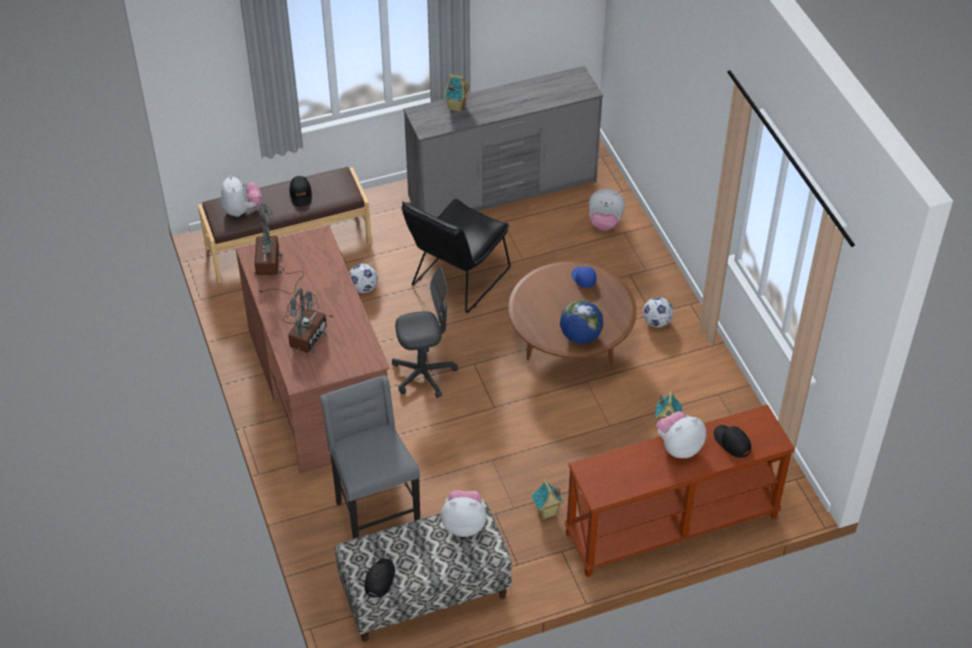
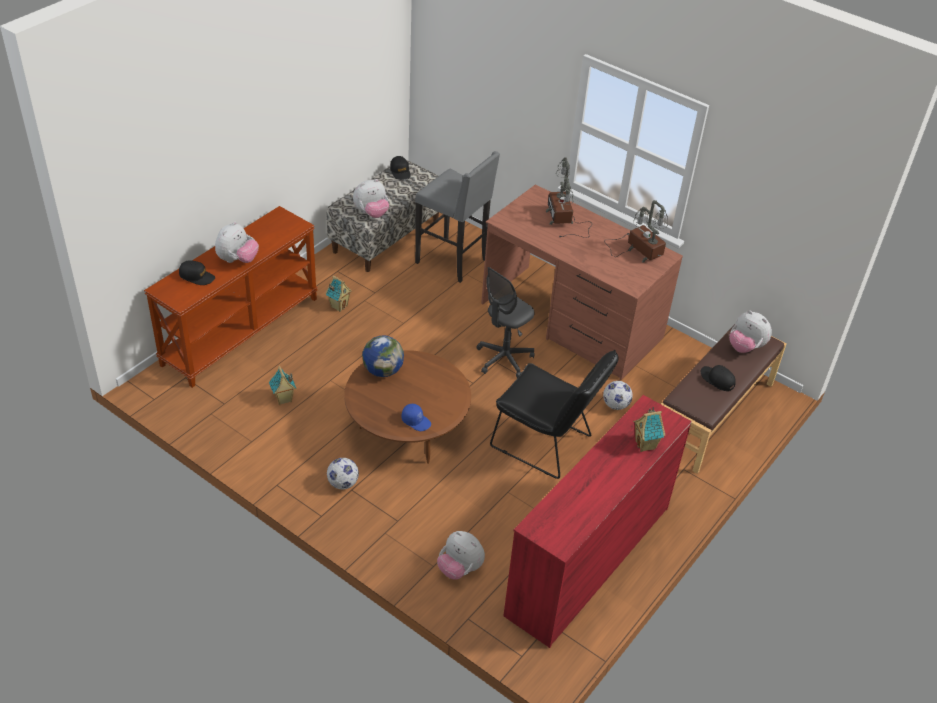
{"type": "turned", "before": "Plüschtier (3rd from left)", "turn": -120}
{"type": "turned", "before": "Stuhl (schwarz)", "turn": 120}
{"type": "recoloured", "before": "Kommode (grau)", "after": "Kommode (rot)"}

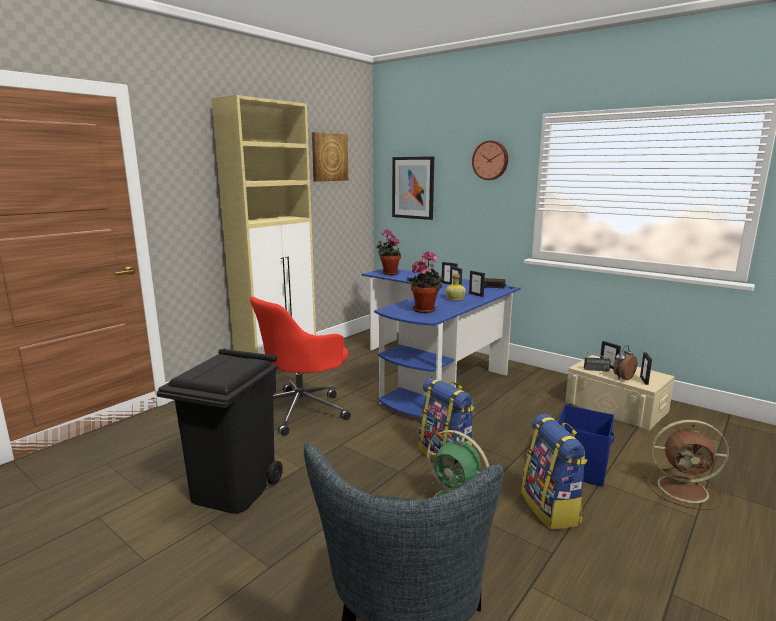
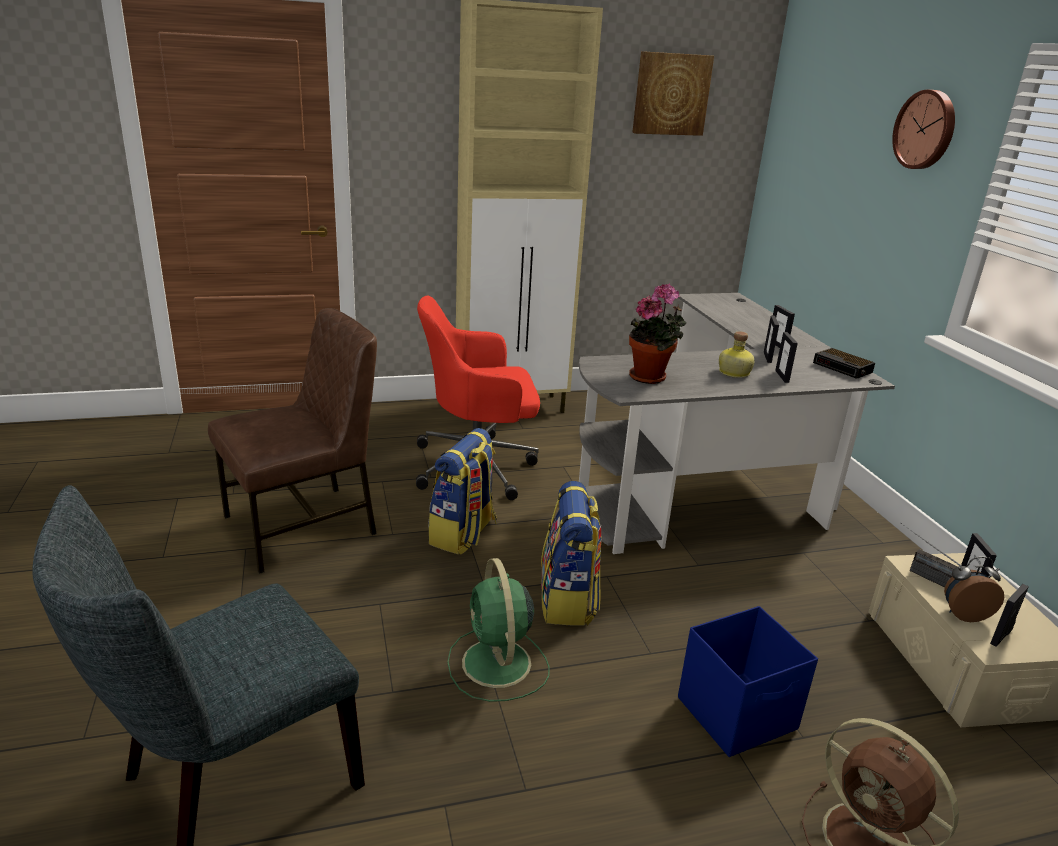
{"type": "replaced", "before": "Mülleimer (schwarz)", "after": "Stuhl (braun)"}
{"type": "moved", "before": "Rucksack (2nd from left in the first image)", "after": "Rucksack (1st from left)"}
{"type": "recoloured", "before": "Schreibtisch (blau)", "after": "Schreibtisch (grau)"}
{"type": "removed", "before": "Topfpflanze (1st from left)"}
{"type": "removed", "before": "Bild (2nd from left)"}

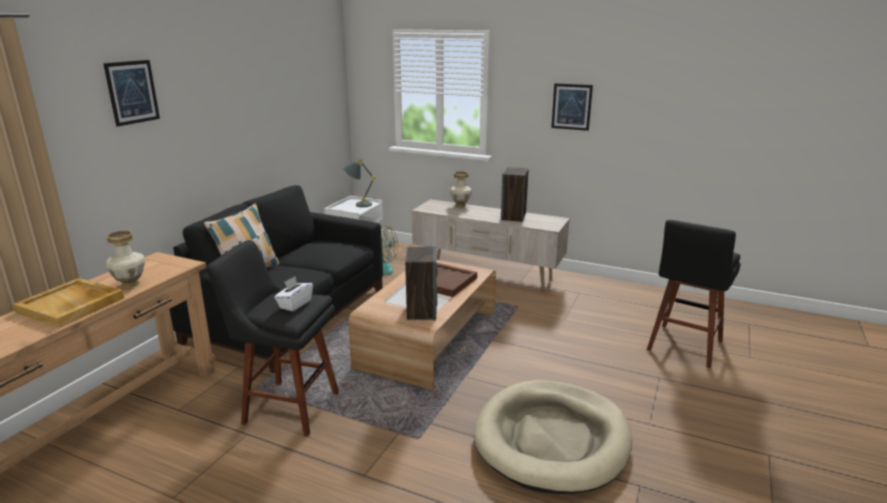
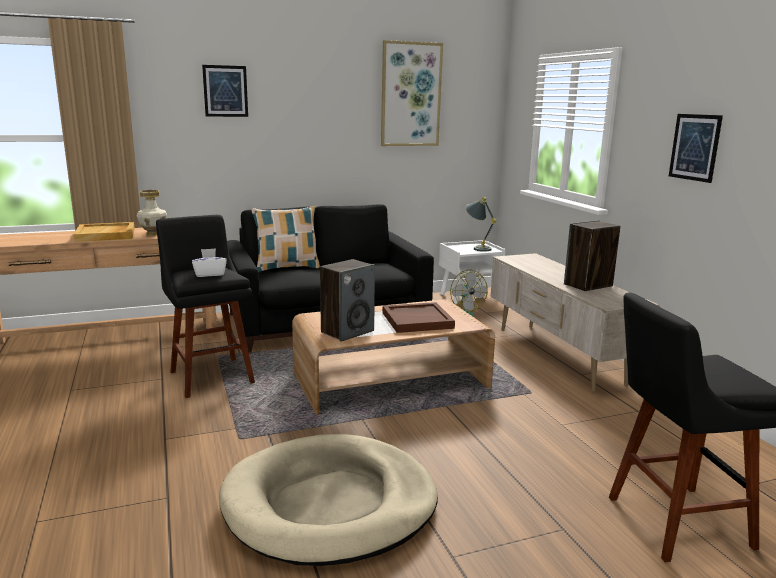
{"type": "added", "after": "Bild (2nd from left)"}
{"type": "removed", "before": "Vase (2nd from left)"}

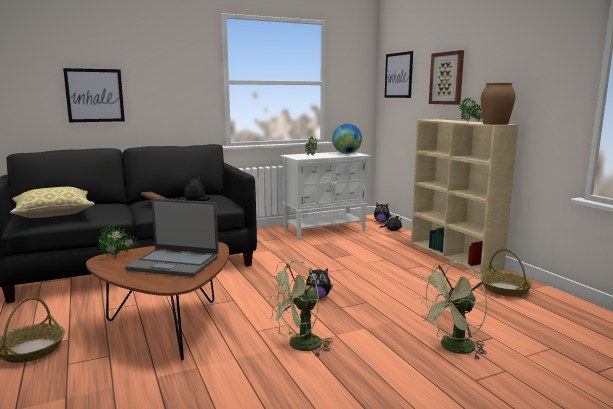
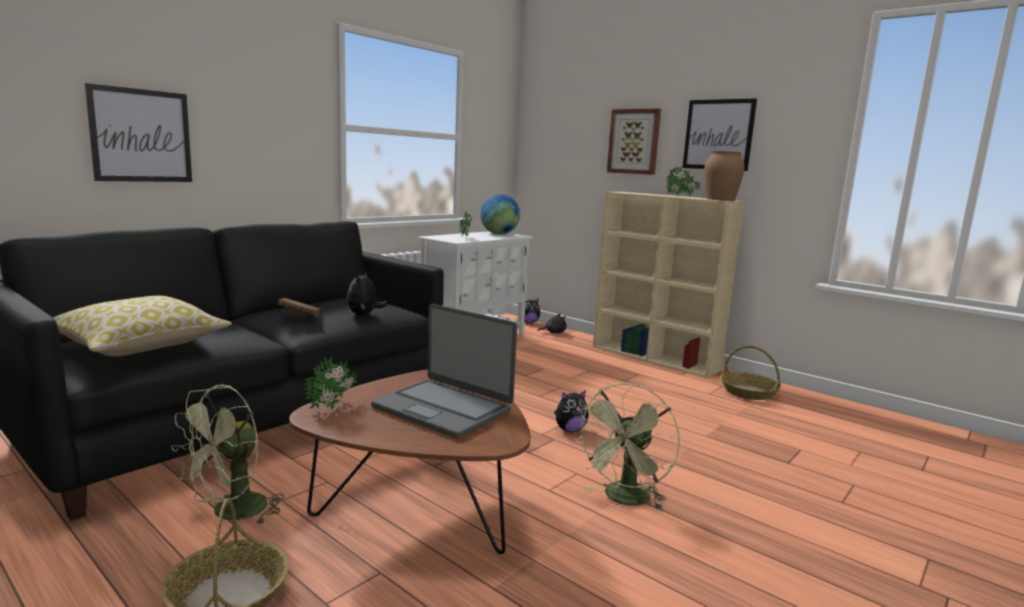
{"type": "moved", "before": "Ventilator (grün) (2nd from left in the first image)", "after": "Ventilator (grün) (1st from left)"}
{"type": "turned", "before": "Laptop", "turn": 45}
{"type": "moved", "before": "Bild (2nd from left in the first image)", "after": "Bild (3rd from left)"}

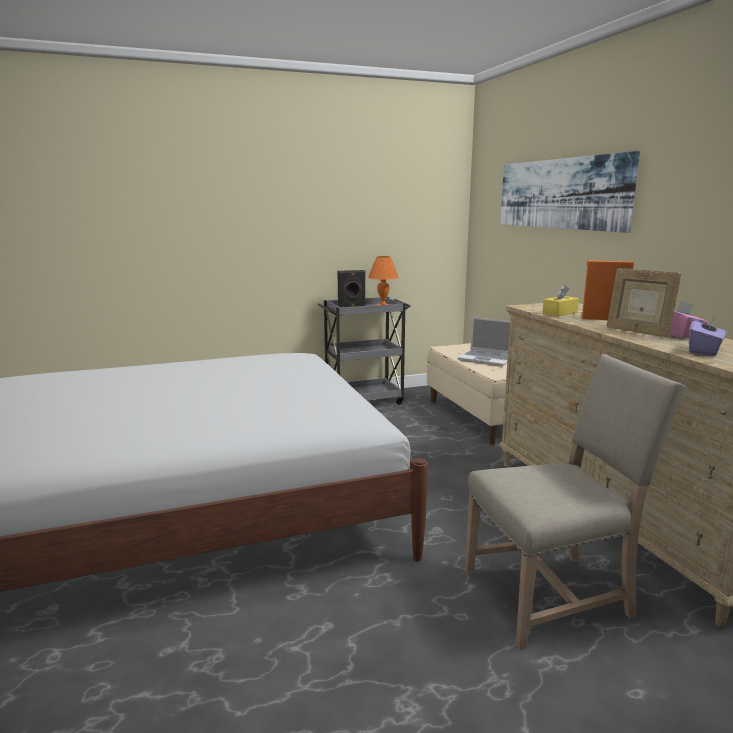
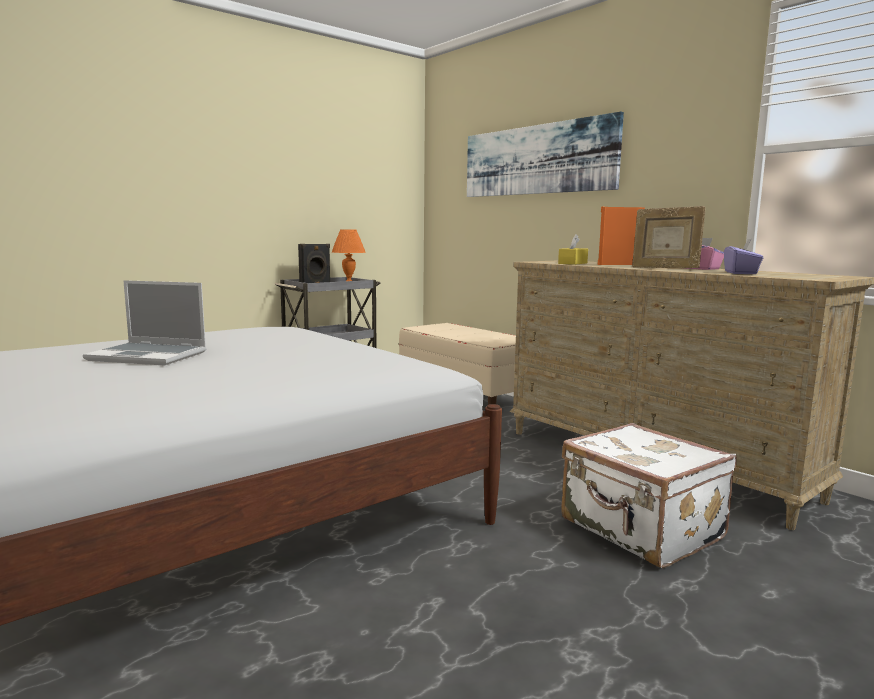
{"type": "moved", "before": "Laptop"}
{"type": "replaced", "before": "Stuhl (beige)", "after": "Koffer (weiß)"}

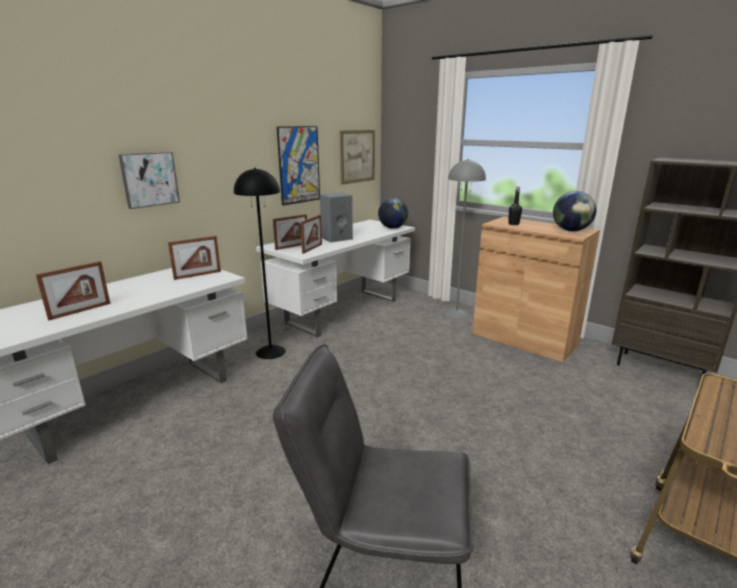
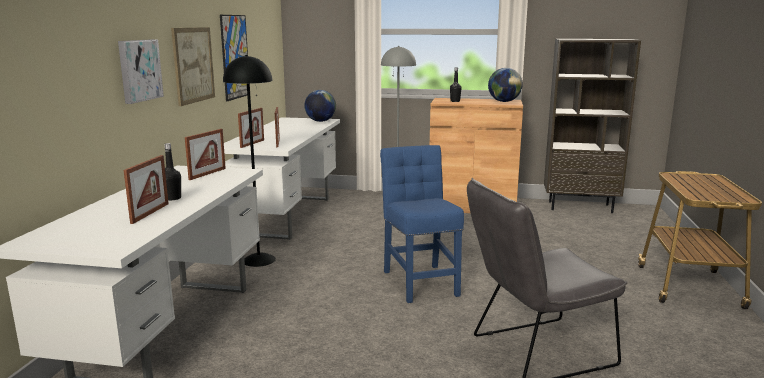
{"type": "added", "after": "Flasche (schwarz) (1st from left)"}
{"type": "moved", "before": "Bild (3rd from left in the first image)", "after": "Bild (2nd from left)"}
{"type": "added", "after": "Stuhl (blau)"}
{"type": "removed", "before": "Lautsprecher (grau)"}

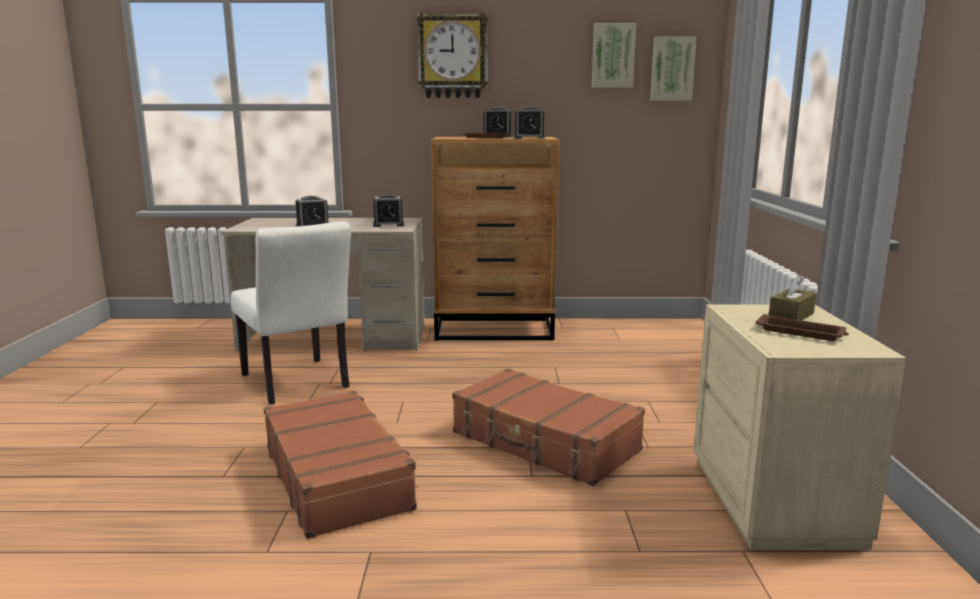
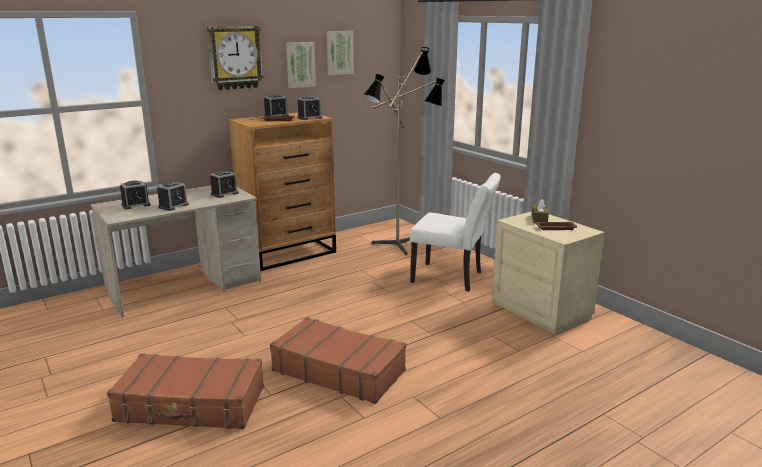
{"type": "moved", "before": "Koffer (braun) (2nd from left in the first image)", "after": "Koffer (braun) (1st from left)"}
{"type": "added", "after": "Wecker (1st from left)"}
{"type": "moved", "before": "Bild (2nd from left in the first image)", "after": "Bild (1st from left)"}
{"type": "added", "after": "Stehlampe"}
{"type": "moved", "before": "Stuhl (weiß)"}

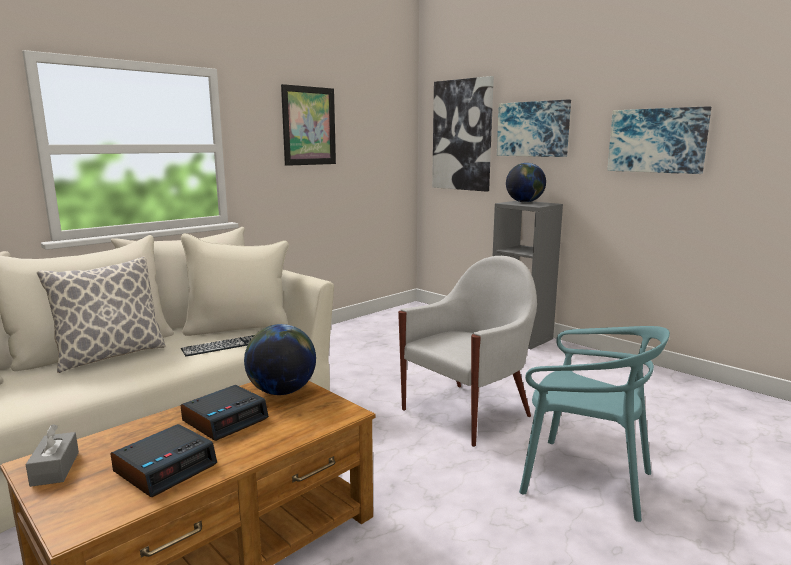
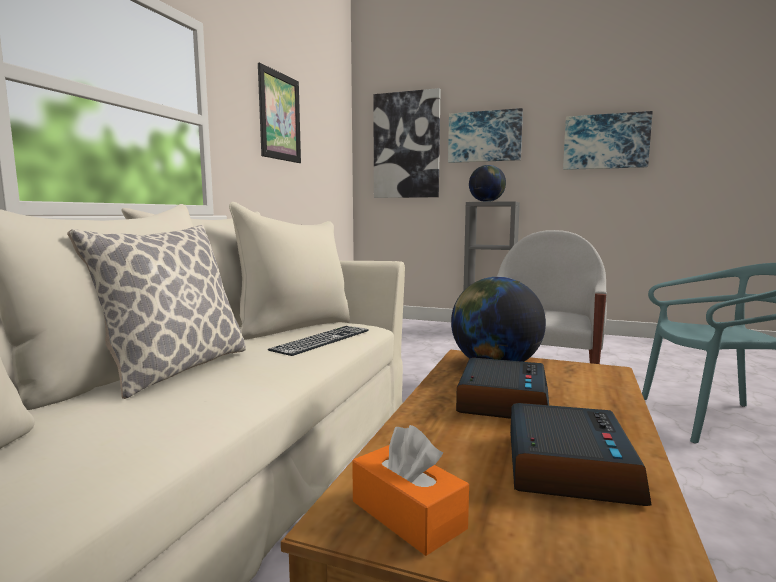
{"type": "recoloured", "before": "Taschentuchbox (grau)", "after": "Taschentuchbox (orange)"}

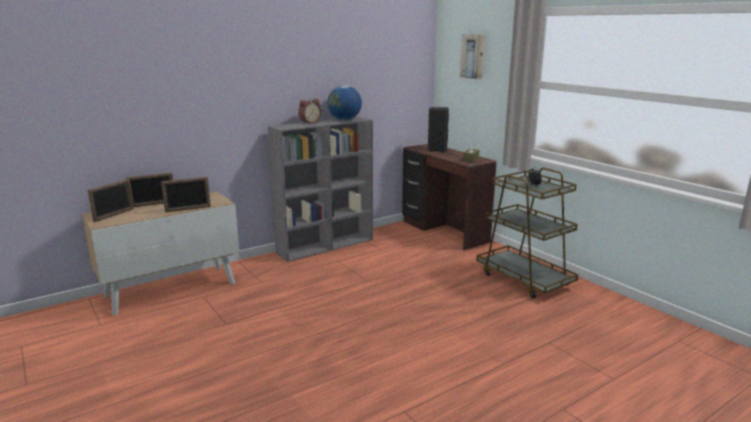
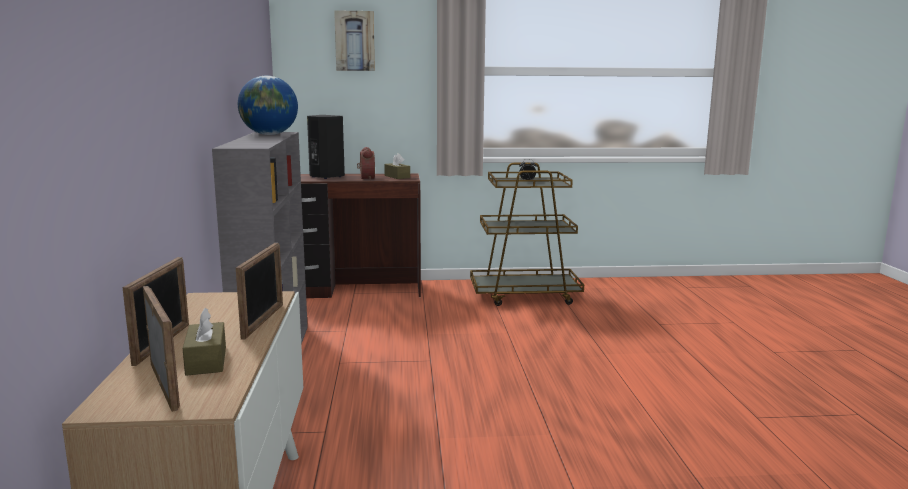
{"type": "added", "after": "Taschentuchbox (braun) (1st from left)"}
{"type": "moved", "before": "Wecker (1st from left)"}

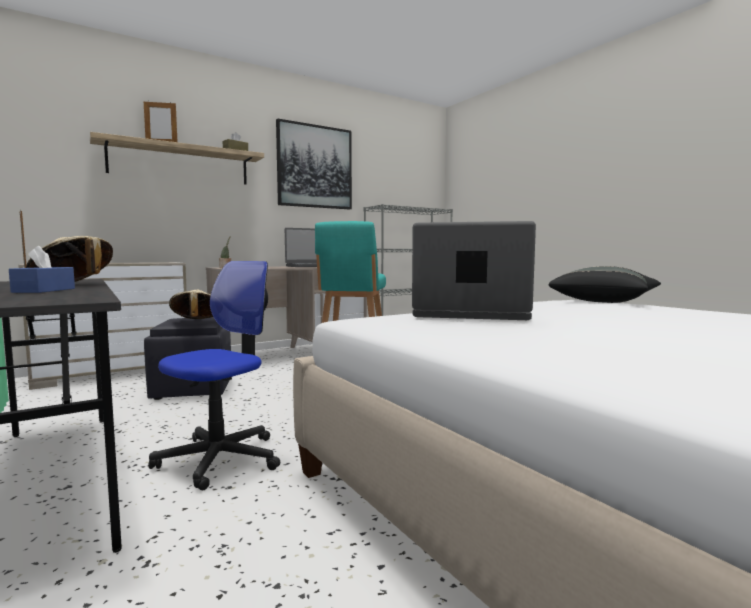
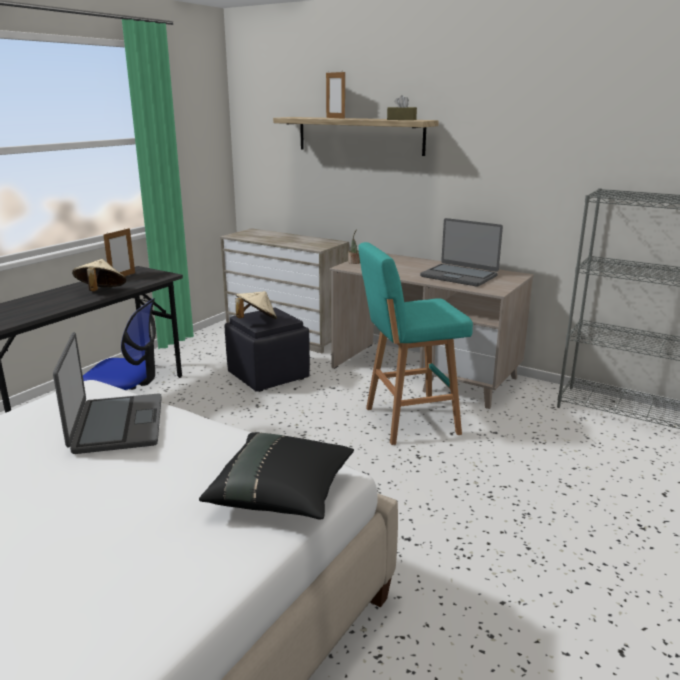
{"type": "removed", "before": "Taschentuchbox (blau)"}
{"type": "removed", "before": "Bild"}

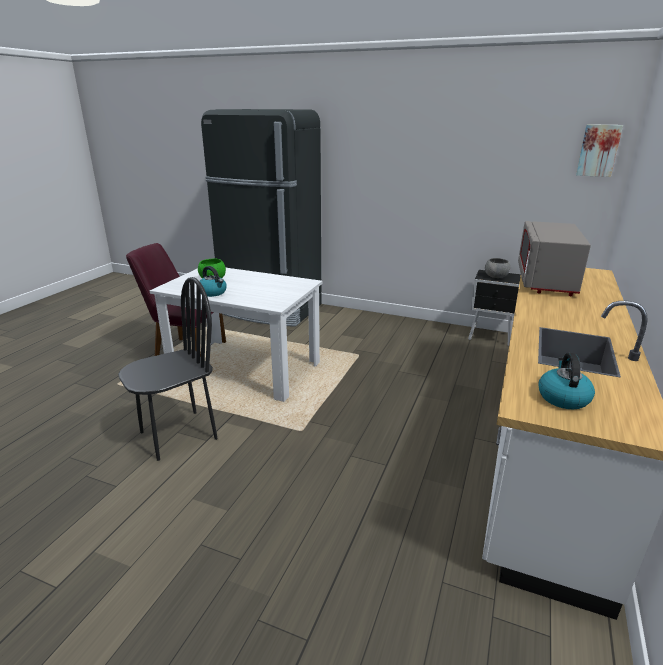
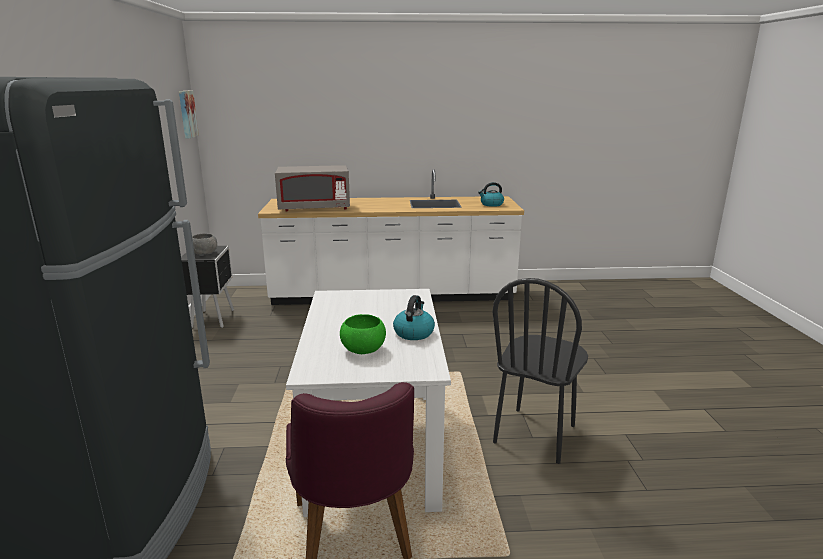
{"type": "turned", "before": "Stuhl (schwarz)", "turn": -90}

